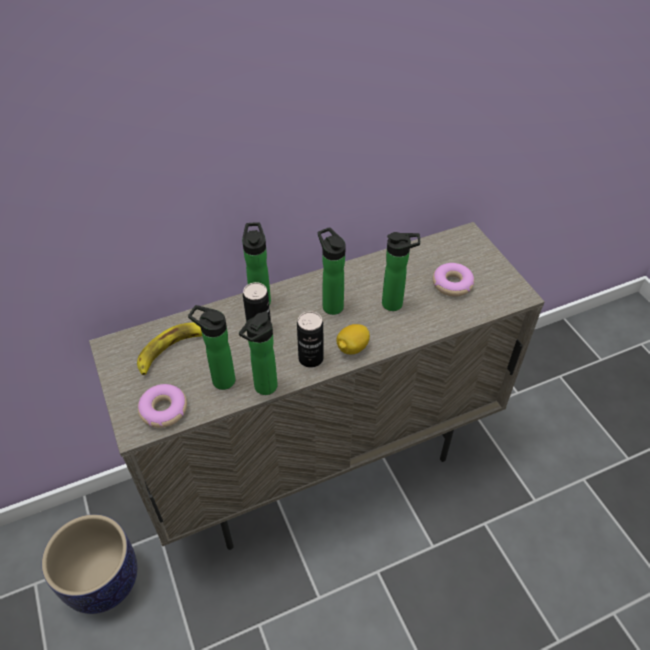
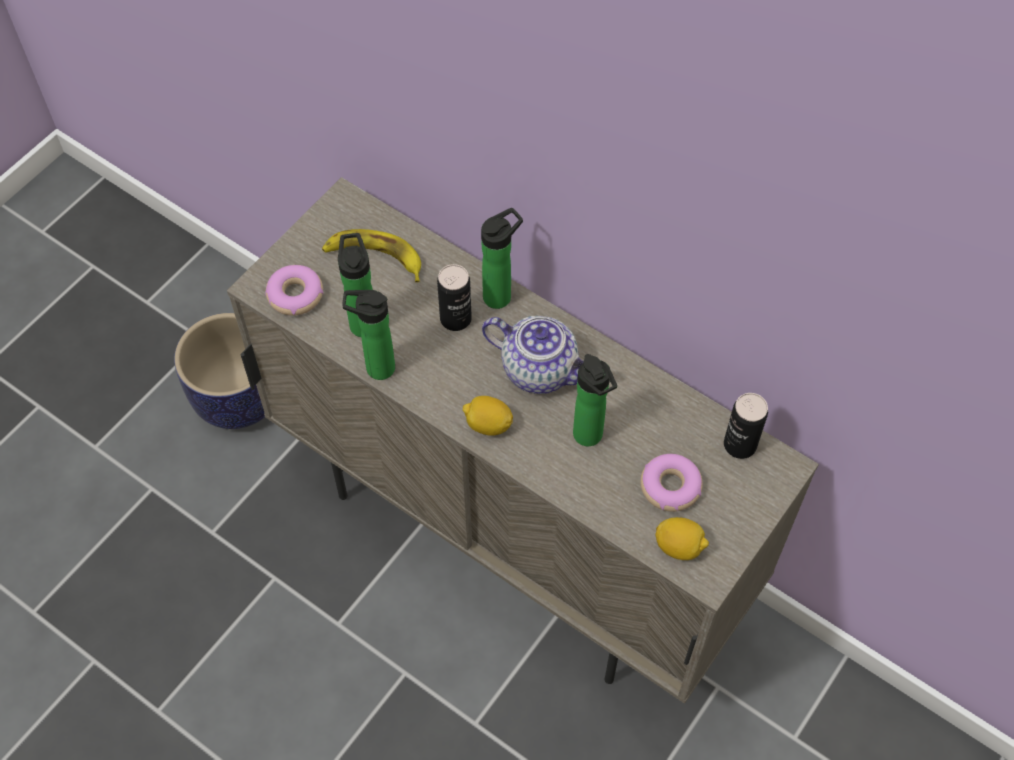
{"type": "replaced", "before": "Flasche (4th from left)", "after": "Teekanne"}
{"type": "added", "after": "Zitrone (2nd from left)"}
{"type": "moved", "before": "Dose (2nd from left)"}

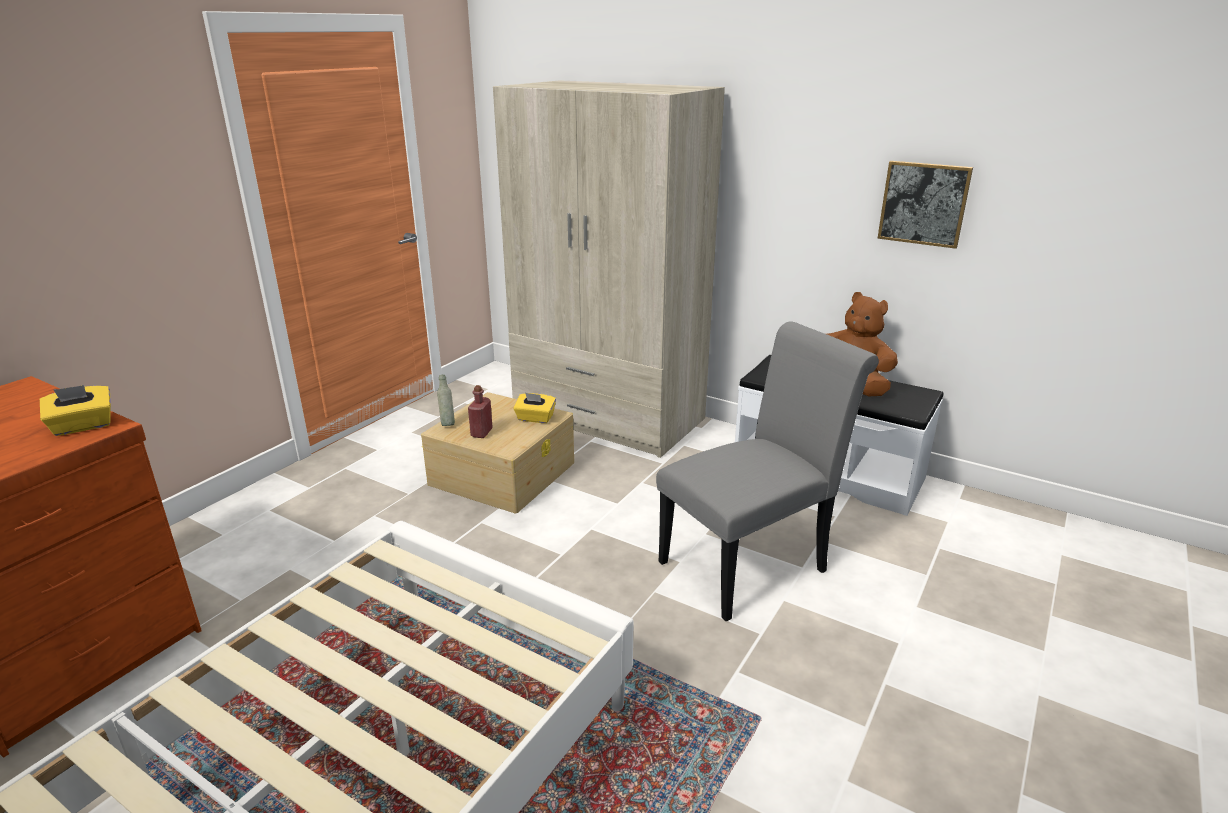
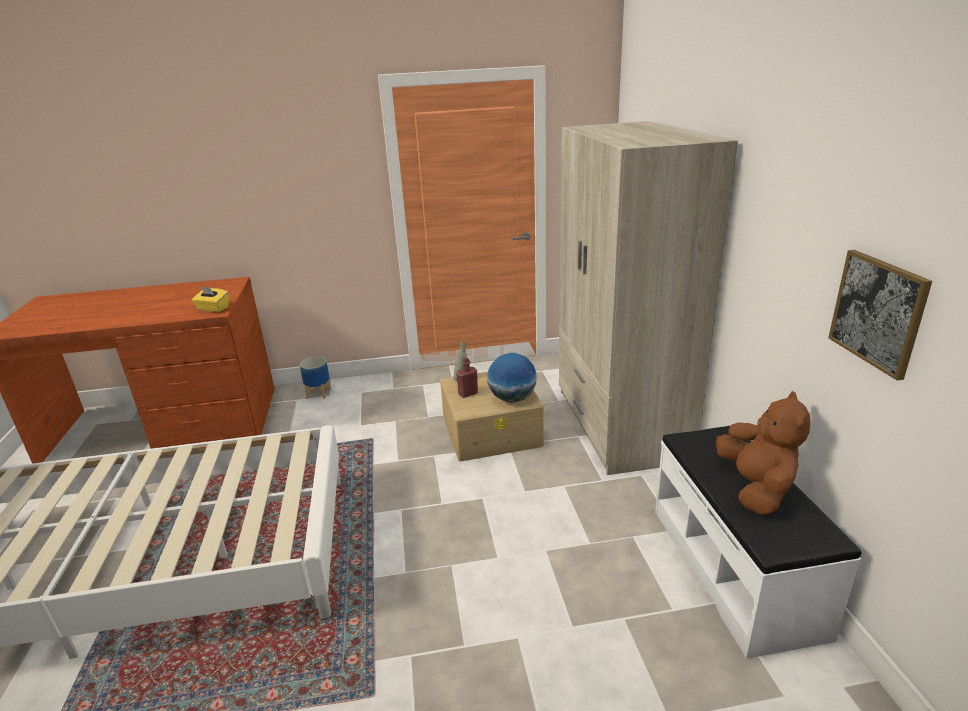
{"type": "added", "after": "Pflanzkübel"}
{"type": "replaced", "before": "Taschentuchbox (gelb) (2nd from left)", "after": "Globus"}
{"type": "removed", "before": "Stuhl (grau)"}

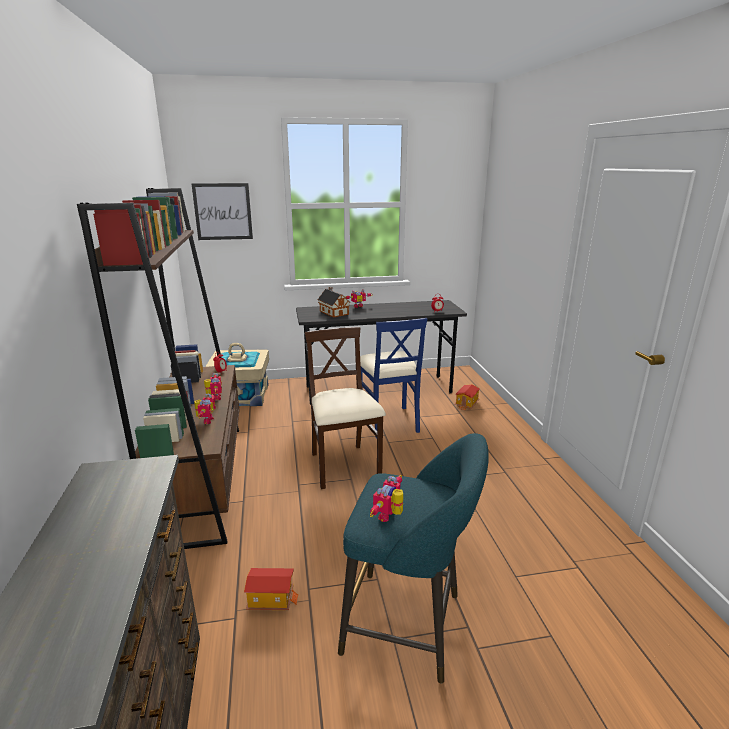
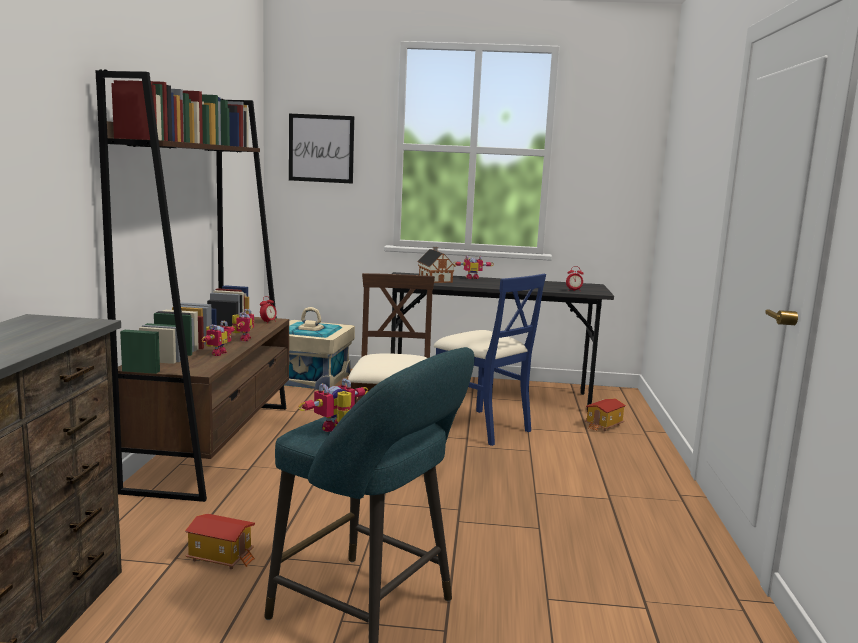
{"type": "turned", "before": "Stuhl (blau)", "turn": -45}

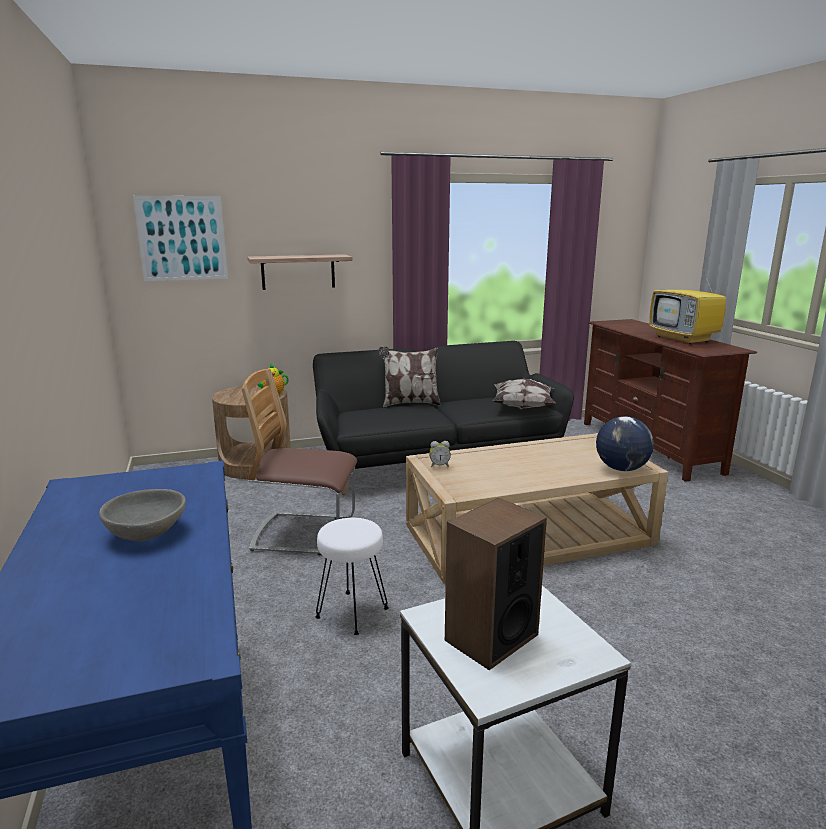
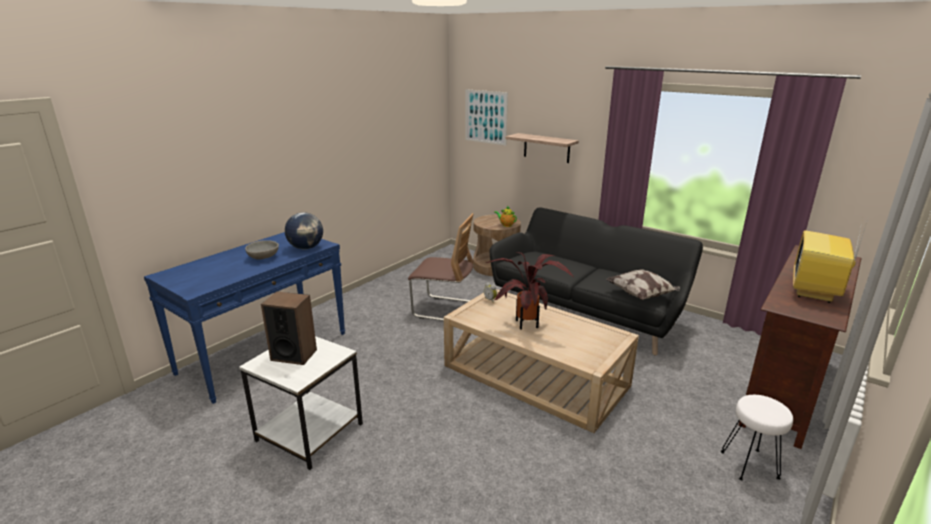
{"type": "moved", "before": "Globus"}
{"type": "turned", "before": "Stuhl", "turn": 135}
{"type": "added", "after": "Topfpflanze"}
{"type": "moved", "before": "Hocker (weiß)"}
{"type": "removed", "before": "Kissen (1st from left)"}

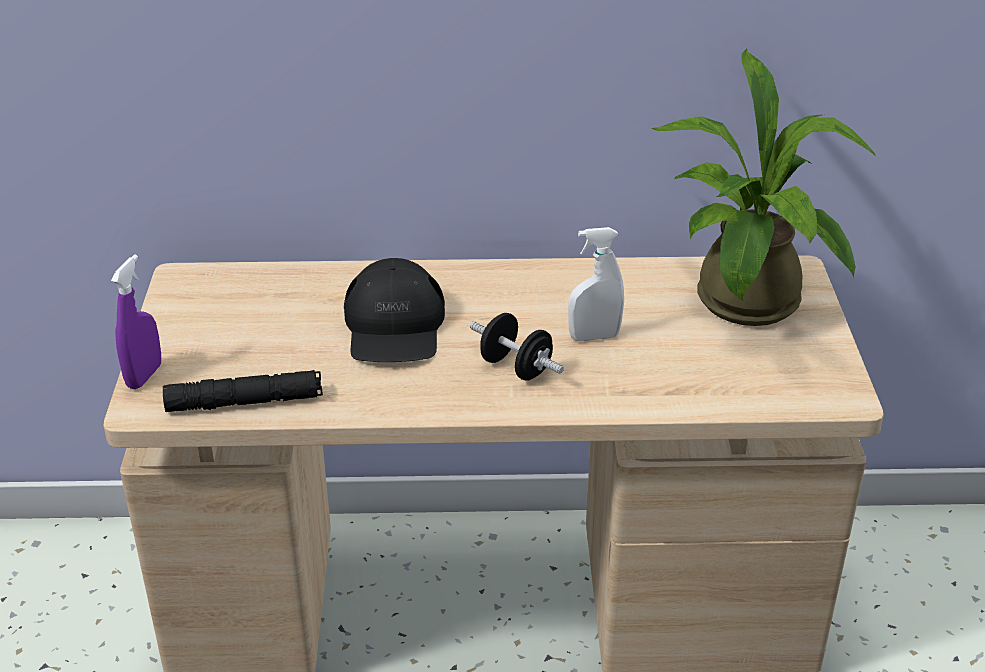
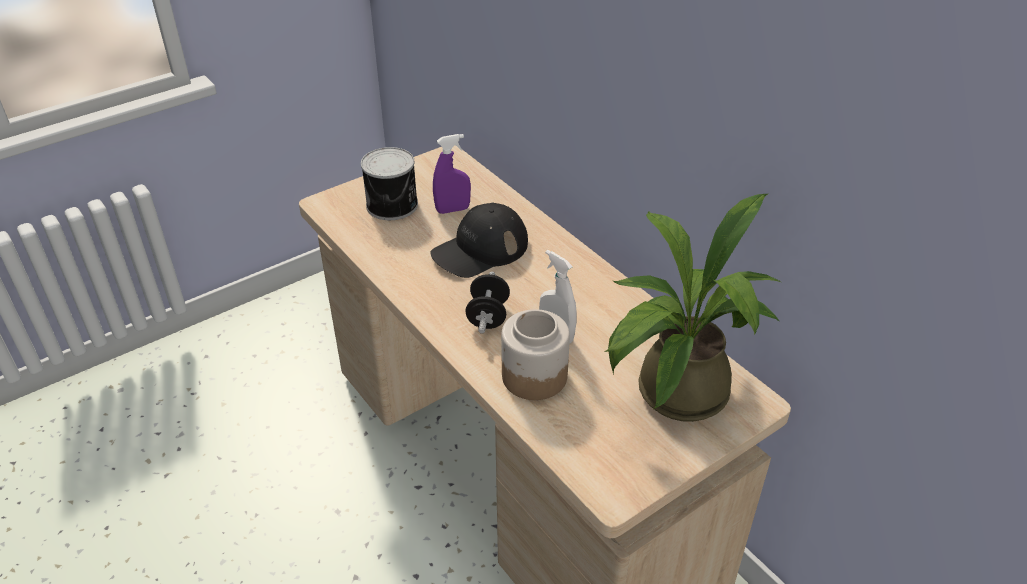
{"type": "added", "after": "Dose"}
{"type": "moved", "before": "Sprühflasche (lila)"}
{"type": "added", "after": "Vorratsglas"}
{"type": "removed", "before": "Taschenlampe (schwarz)"}

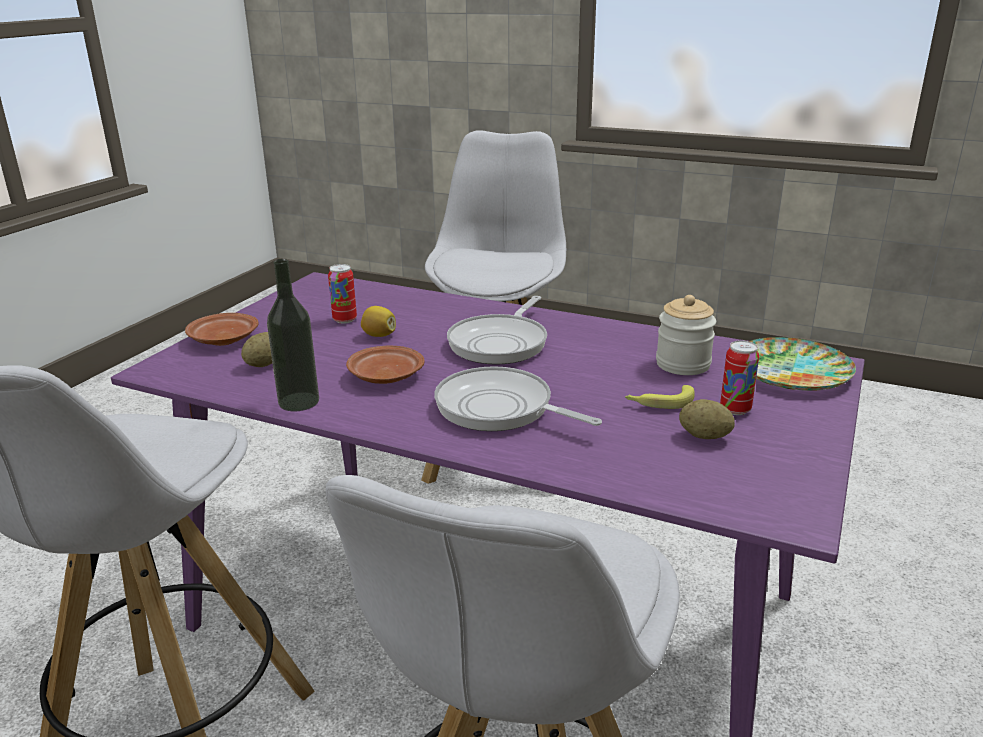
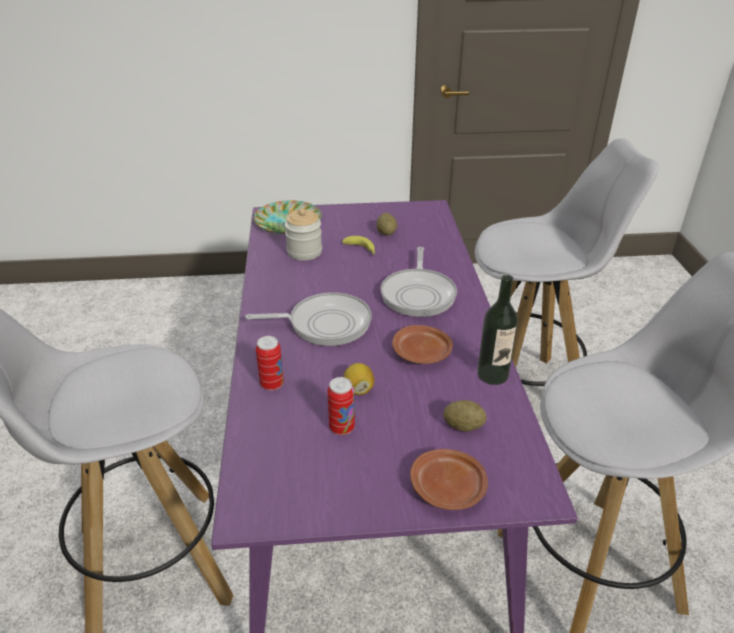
{"type": "moved", "before": "Dose (2nd from left in the first image)", "after": "Dose (1st from left)"}

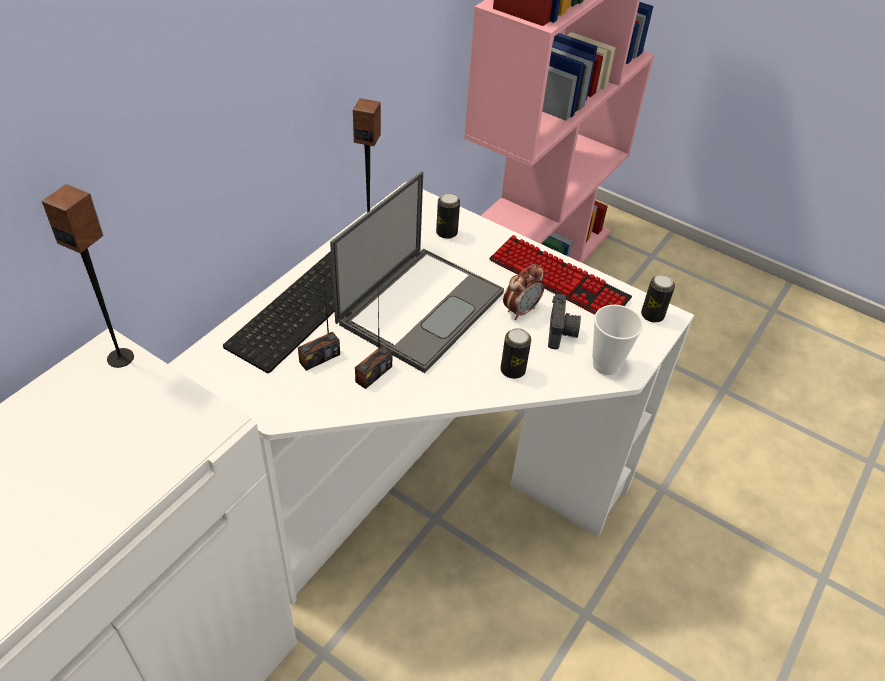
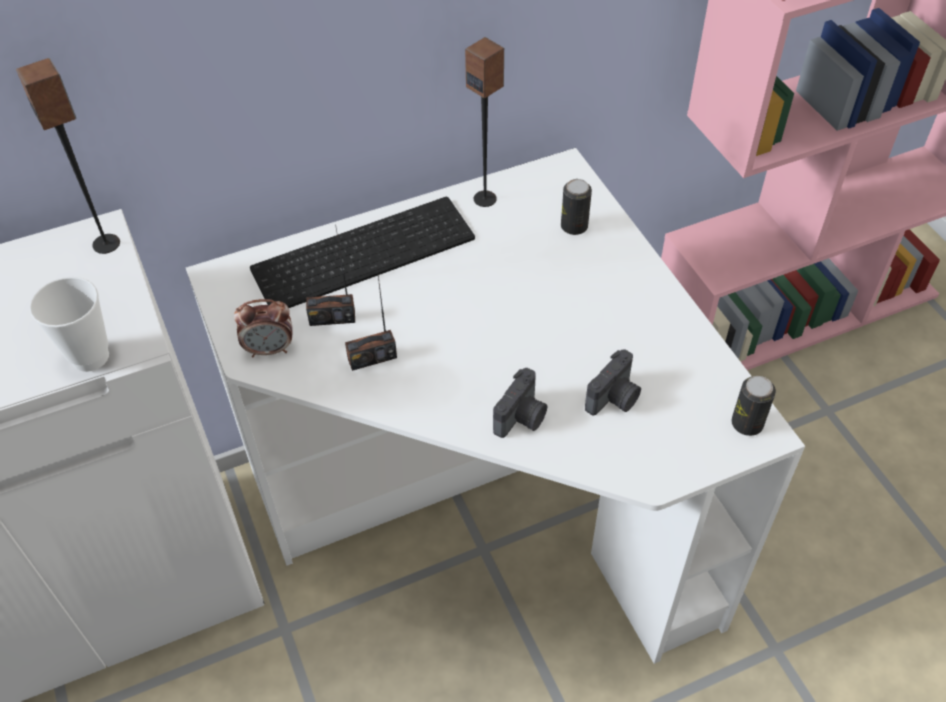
{"type": "moved", "before": "Tasse"}
{"type": "moved", "before": "Wecker"}
{"type": "replaced", "before": "Dose (2nd from left)", "after": "Kamera (1st from left)"}
{"type": "removed", "before": "Laptop"}
{"type": "removed", "before": "Tastatur (2nd from left)"}

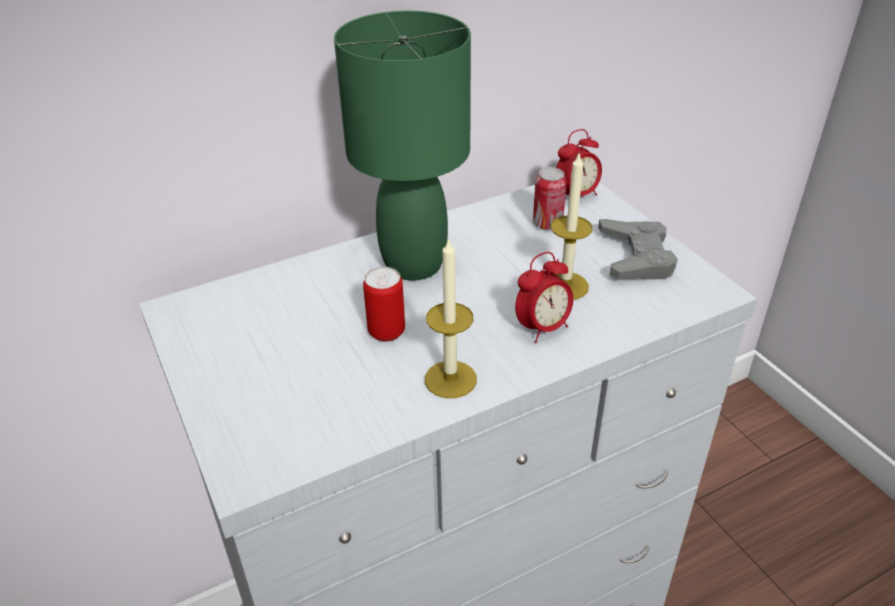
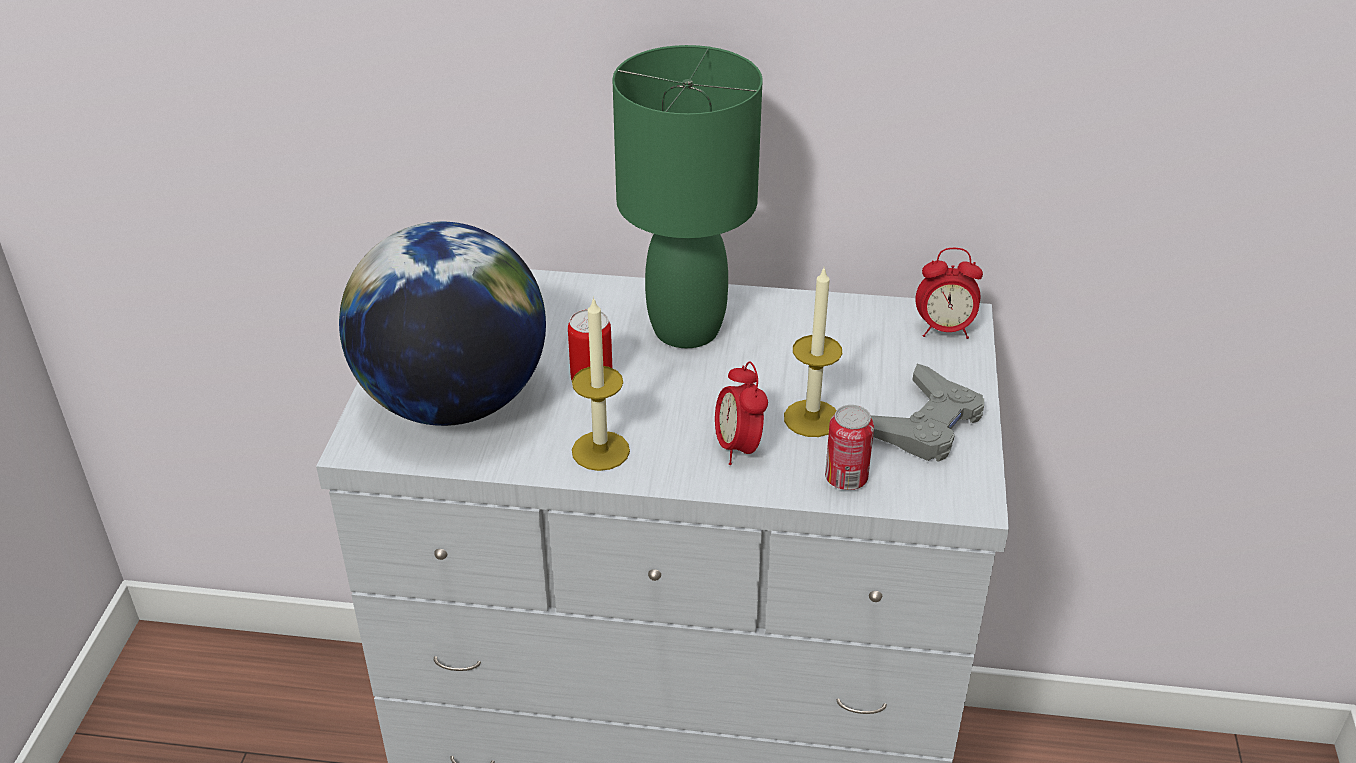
{"type": "added", "after": "Globus"}
{"type": "turned", "before": "Wecker (1st from left)", "turn": 75}
{"type": "moved", "before": "Dose (2nd from left)"}

